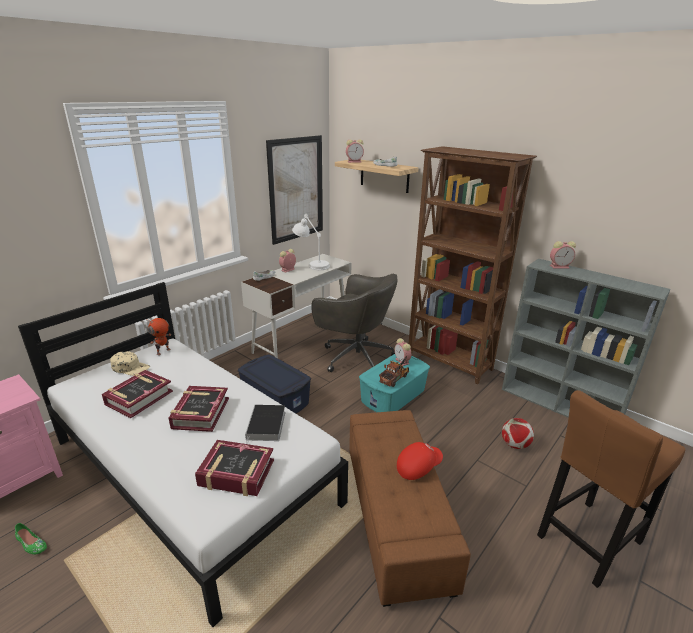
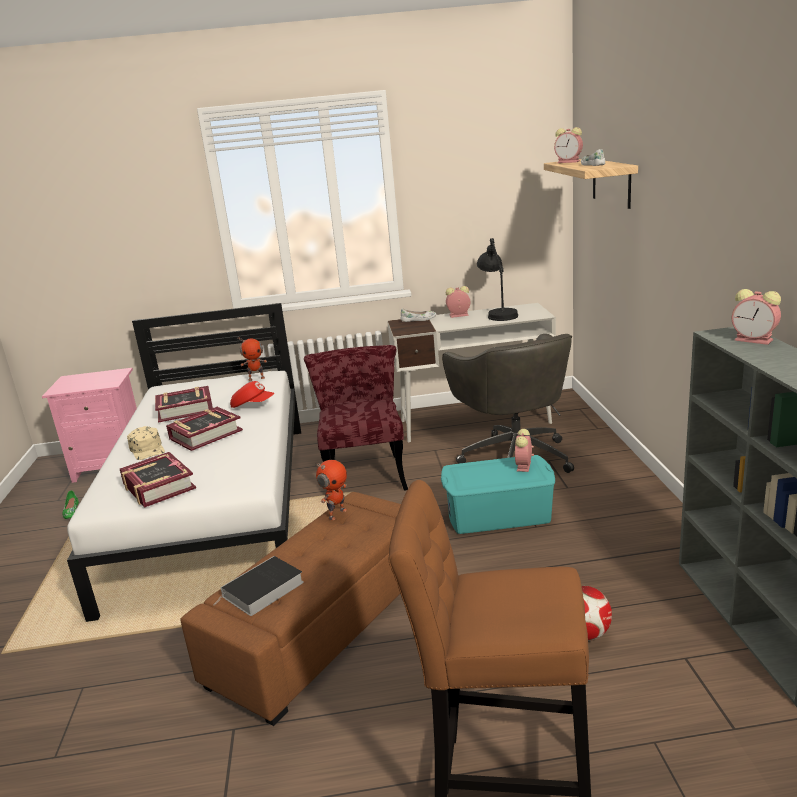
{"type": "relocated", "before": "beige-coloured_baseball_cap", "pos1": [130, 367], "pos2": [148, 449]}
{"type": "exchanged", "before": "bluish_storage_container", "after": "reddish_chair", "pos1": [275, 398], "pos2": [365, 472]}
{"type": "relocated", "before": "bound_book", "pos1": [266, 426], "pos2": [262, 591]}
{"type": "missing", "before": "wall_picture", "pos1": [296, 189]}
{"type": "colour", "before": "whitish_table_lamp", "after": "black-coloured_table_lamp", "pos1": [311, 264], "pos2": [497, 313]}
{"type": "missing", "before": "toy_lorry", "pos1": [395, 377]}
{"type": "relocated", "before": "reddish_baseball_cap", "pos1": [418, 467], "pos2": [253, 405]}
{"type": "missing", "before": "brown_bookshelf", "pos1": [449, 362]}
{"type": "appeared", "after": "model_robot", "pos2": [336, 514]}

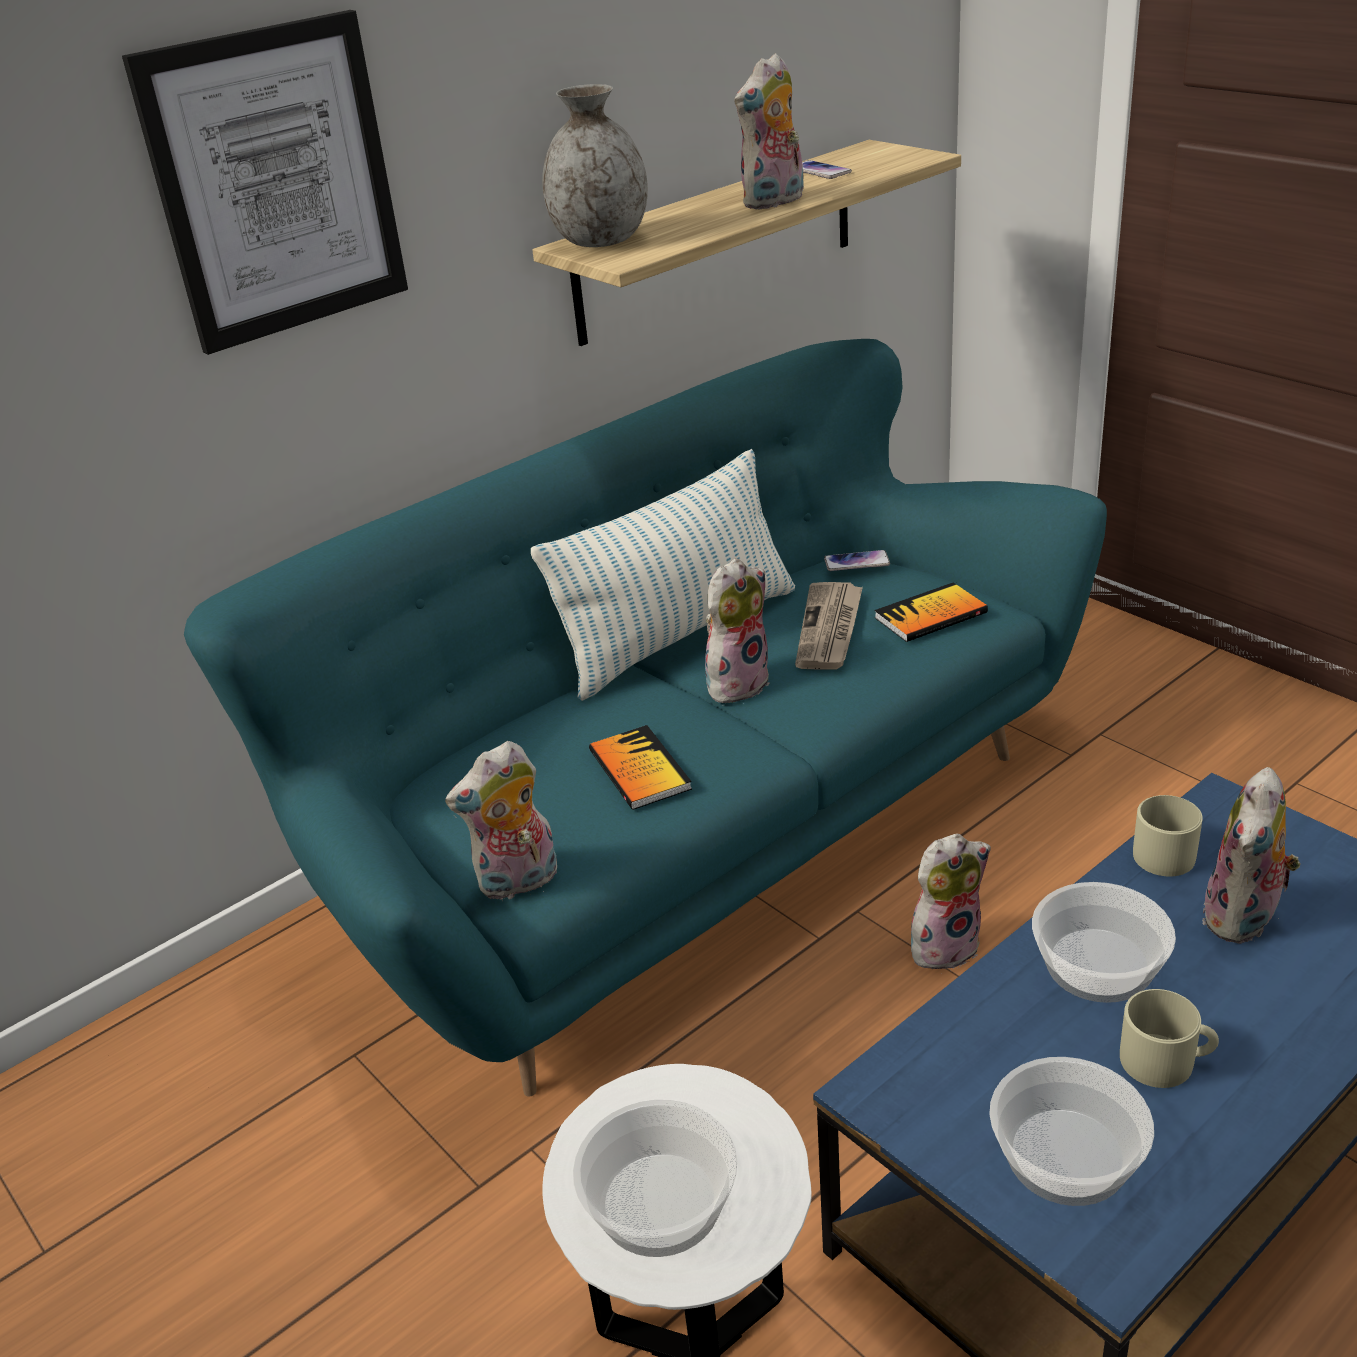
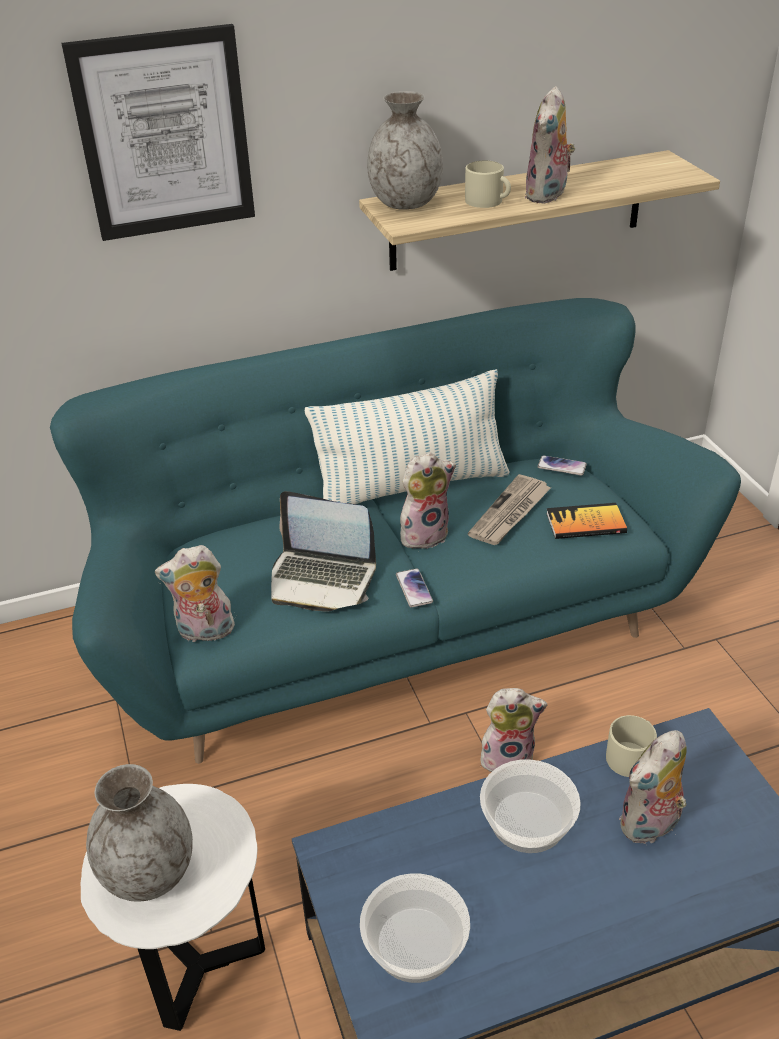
{"type": "exchanged", "before": "bowl", "after": "greyish_vase", "pos1": [661, 1204], "pos2": [149, 874]}
{"type": "exchanged", "before": "bound_book", "after": "notebook_computer", "pos1": [639, 770], "pos2": [322, 579]}
{"type": "spun", "before": "cuddly_toy", "pos1": [774, 202], "pos2": [548, 195], "turn": -45}
{"type": "relocated", "before": "handset", "pos1": [819, 171], "pos2": [414, 588]}
{"type": "relocated", "before": "beige-coloured_tea_mug", "pos1": [1166, 1061], "pos2": [488, 201]}

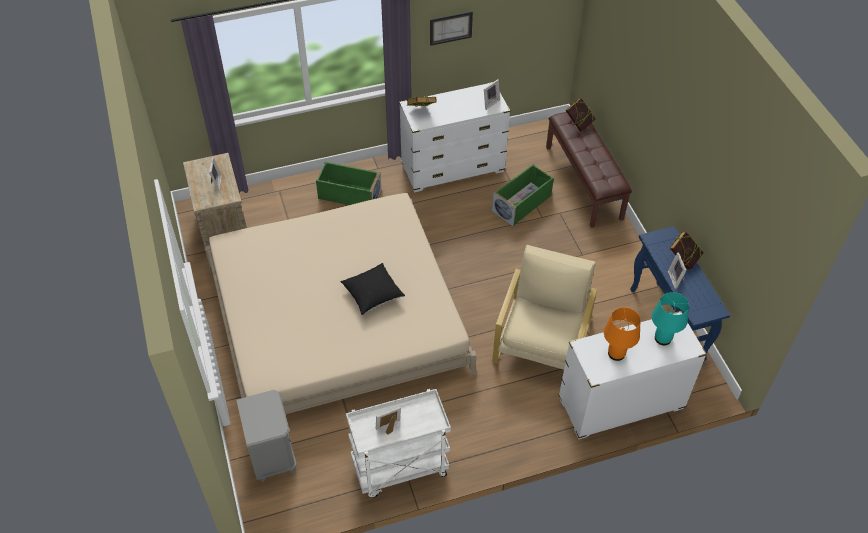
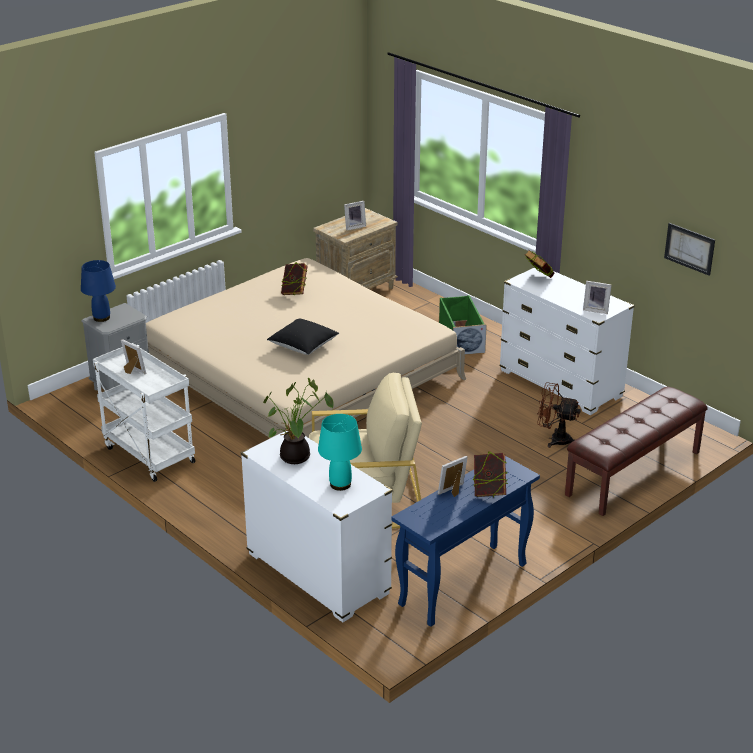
{"type": "relocated", "before": "wall_picture", "pos1": [450, 28], "pos2": [689, 248]}
{"type": "exchanged", "before": "green-coloured_storage_container", "after": "brown_cooling_fan", "pos1": [522, 203], "pos2": [554, 439]}
{"type": "relocated", "before": "bound_book", "pos1": [579, 124], "pos2": [294, 292]}
{"type": "exchanged", "before": "orange-coloured_table_lamp", "after": "potted_plant", "pos1": [616, 353], "pos2": [296, 458]}
{"type": "appeared", "after": "bluish_table_lamp", "pos2": [102, 318]}

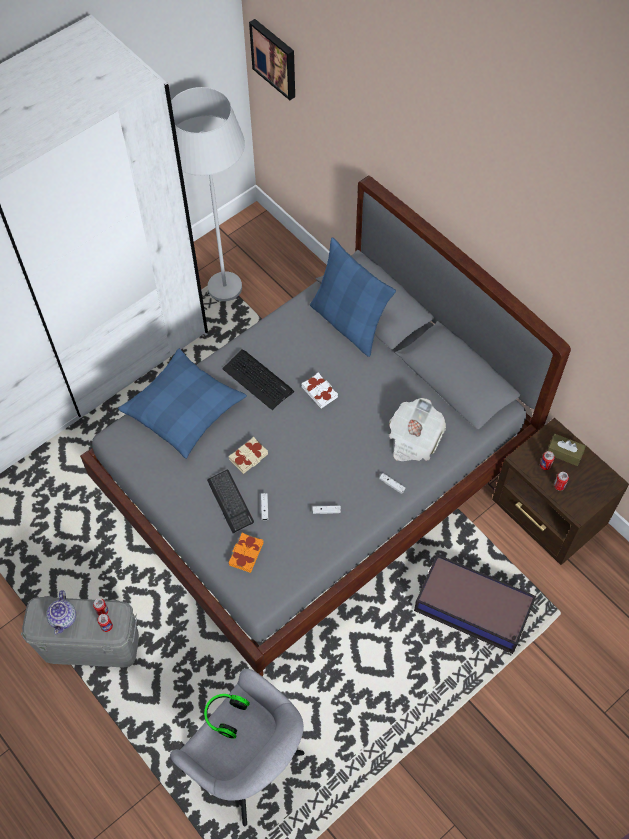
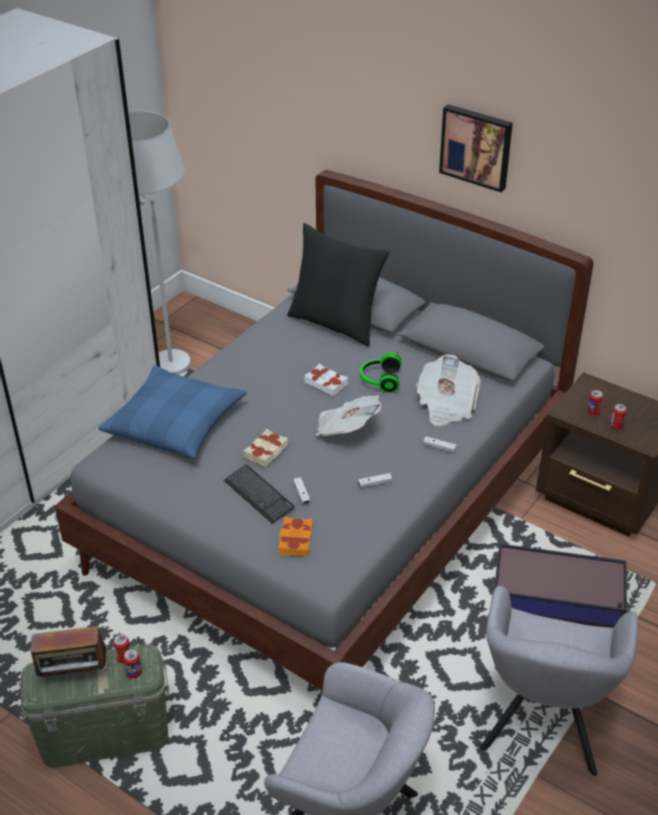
{"type": "colour", "before": "greyish_storage_container", "after": "green-coloured_storage_container", "pos1": [91, 645], "pos2": [105, 735]}
{"type": "exchanged", "before": "tea_pot", "after": "radio_set", "pos1": [63, 618], "pos2": [74, 675]}
{"type": "relocated", "before": "headset", "pos1": [225, 716], "pos2": [380, 380]}
{"type": "missing", "before": "PC_keyboard", "pos1": [258, 379]}
{"type": "relocated", "before": "wall_picture", "pos1": [275, 58], "pos2": [476, 146]}
{"type": "colour", "before": "bluish_pillow", "after": "black-coloured_pillow", "pos1": [348, 323], "pos2": [335, 323]}
{"type": "missing", "before": "brown_box_of_tissues", "pos1": [564, 453]}
{"type": "appeared", "after": "daily_paper", "pos2": [346, 429]}
{"type": "appeared", "after": "greyish_lounge_chair", "pos2": [542, 725]}

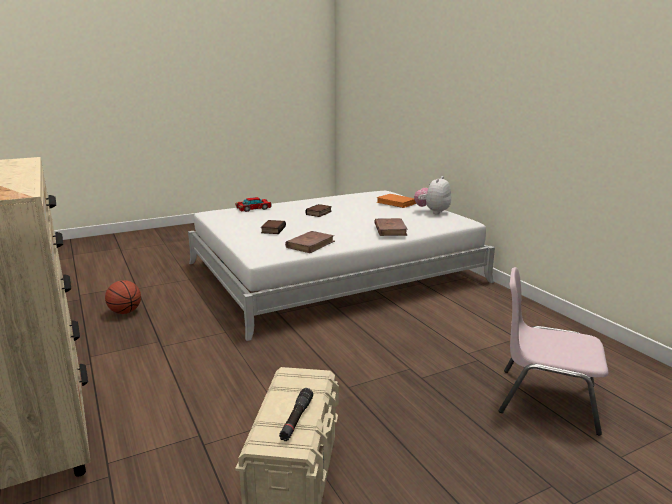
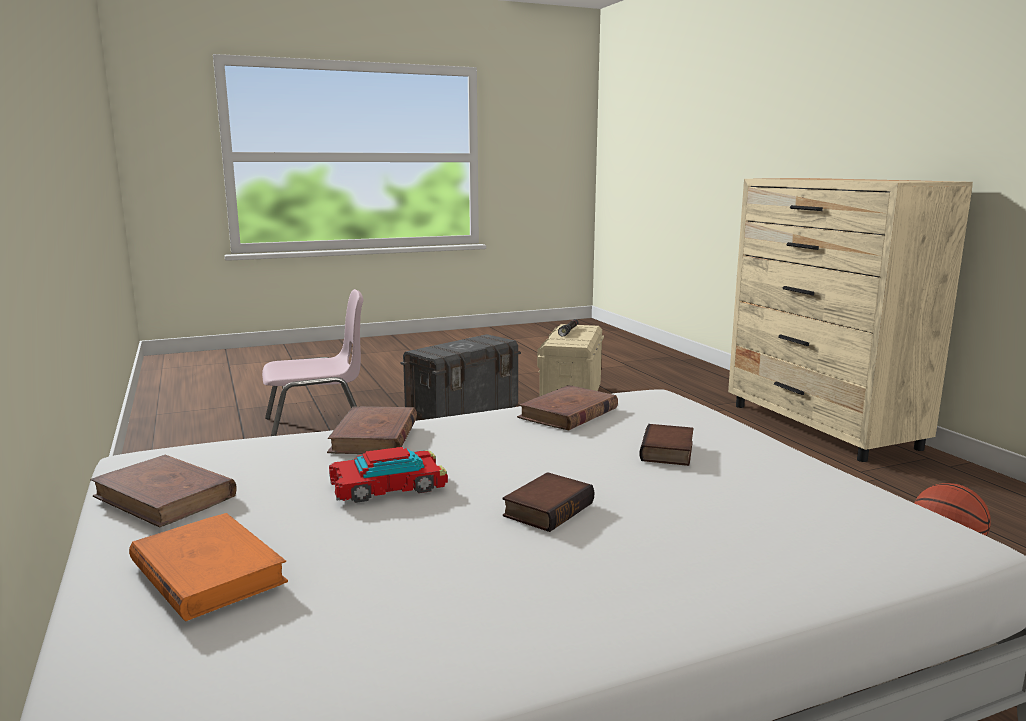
{"type": "relocated", "before": "toy_car", "pos1": [253, 208], "pos2": [387, 485]}
{"type": "exchanged", "before": "cuddly_toy", "after": "brown_bound_book", "pos1": [432, 212], "pos2": [165, 497]}
{"type": "spun", "before": "pink-coloured_chair", "pos1": [545, 398], "pos2": [317, 427], "turn": -45}
{"type": "appeared", "after": "greyish_storage_container", "pos2": [463, 413]}

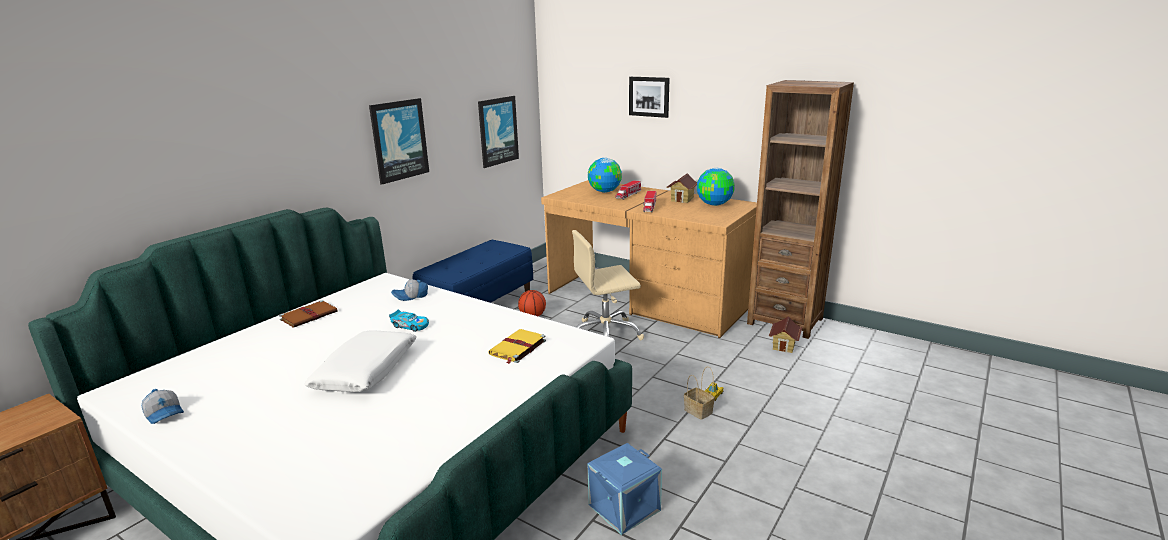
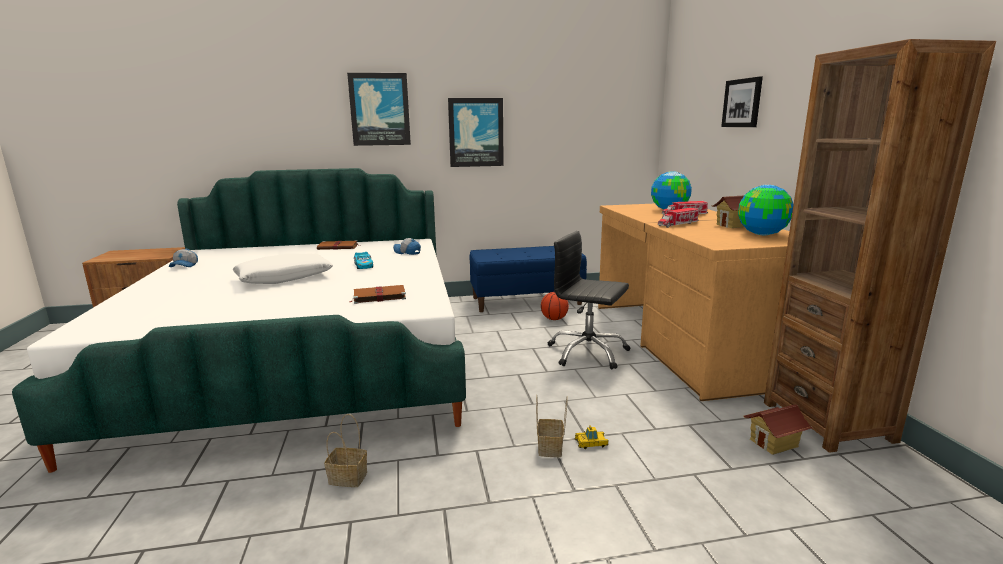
{"type": "relocated", "before": "wall_picture", "pos1": [497, 131], "pos2": [379, 109]}
{"type": "colour", "before": "yellow-coloured_bound_book", "after": "brown_bound_book", "pos1": [517, 348], "pos2": [378, 296]}
{"type": "colour", "before": "beige-coloured_computer_chair", "after": "black-coloured_computer_chair", "pos1": [605, 334], "pos2": [587, 352]}
{"type": "exchanged", "before": "bluish_storage_container", "after": "storage_basket", "pos1": [624, 508], "pos2": [346, 478]}

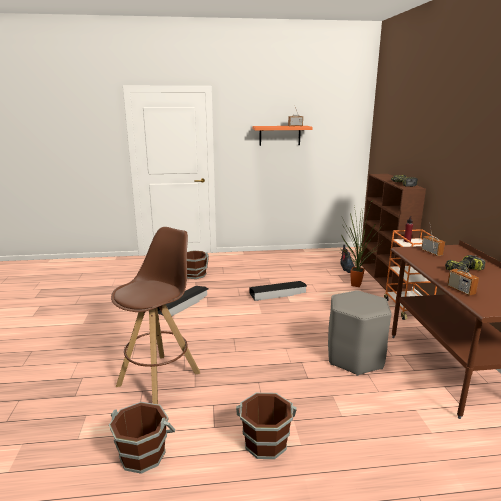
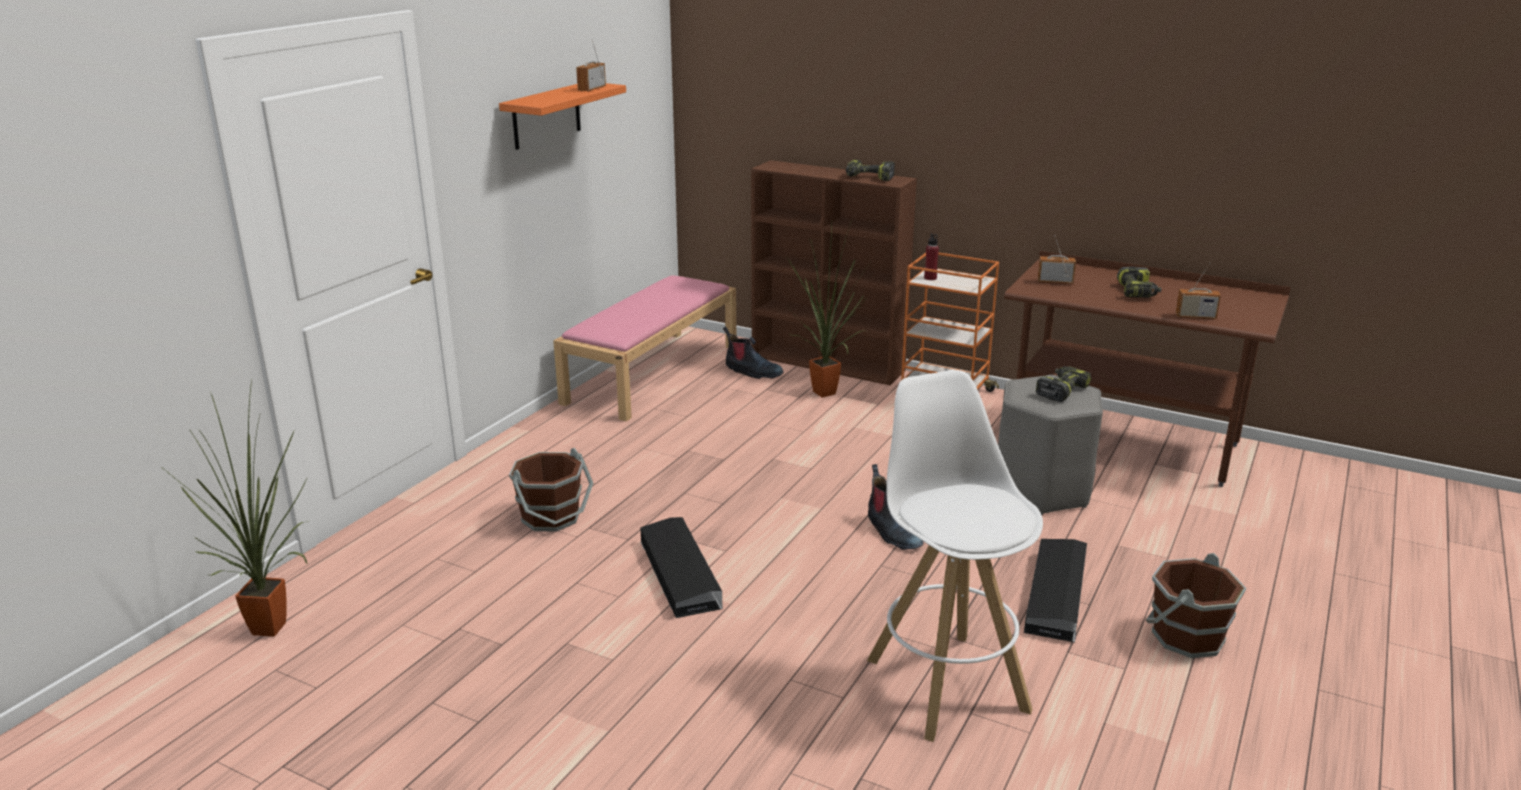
{"type": "missing", "before": "brown_water_bucket", "pos1": [142, 454]}
{"type": "colour", "before": "brown_sitting_stool", "after": "whitish_sitting_stool", "pos1": [160, 378], "pos2": [946, 682]}
{"type": "relocated", "before": "black-coloured_storage_container", "pos1": [278, 293], "pos2": [1056, 595]}
{"type": "appeared", "after": "potted_plant", "pos2": [274, 630]}
{"type": "appeared", "after": "pink-coloured_bench", "pos2": [652, 373]}
{"type": "appeared", "after": "tall_boot", "pos2": [892, 532]}
{"type": "appeared", "after": "drill", "pos2": [1061, 391]}

